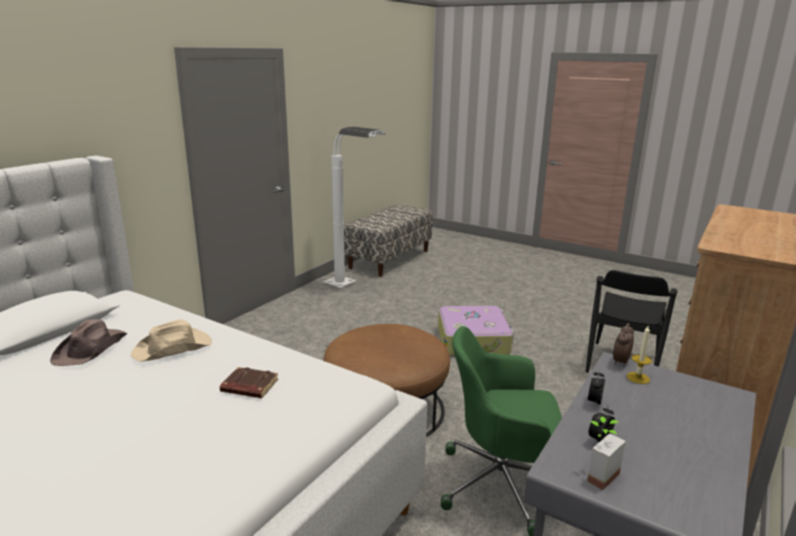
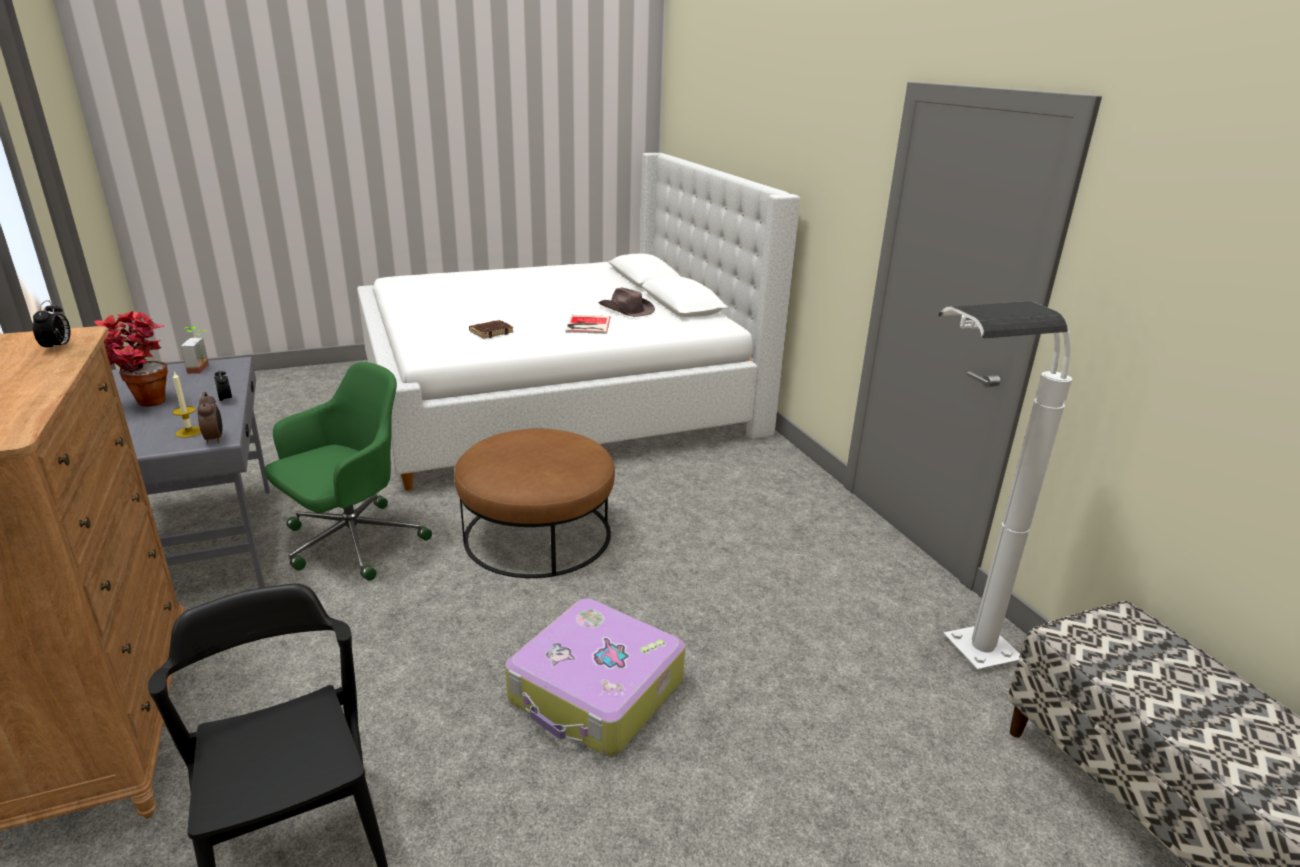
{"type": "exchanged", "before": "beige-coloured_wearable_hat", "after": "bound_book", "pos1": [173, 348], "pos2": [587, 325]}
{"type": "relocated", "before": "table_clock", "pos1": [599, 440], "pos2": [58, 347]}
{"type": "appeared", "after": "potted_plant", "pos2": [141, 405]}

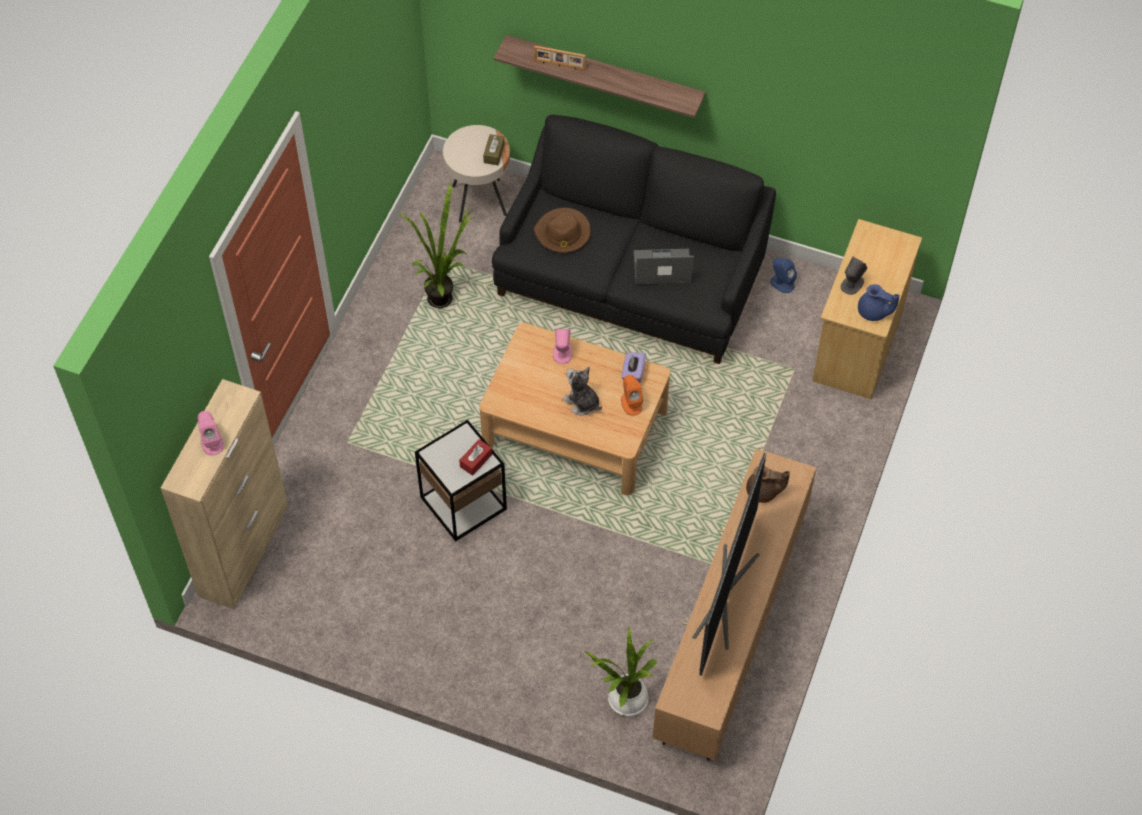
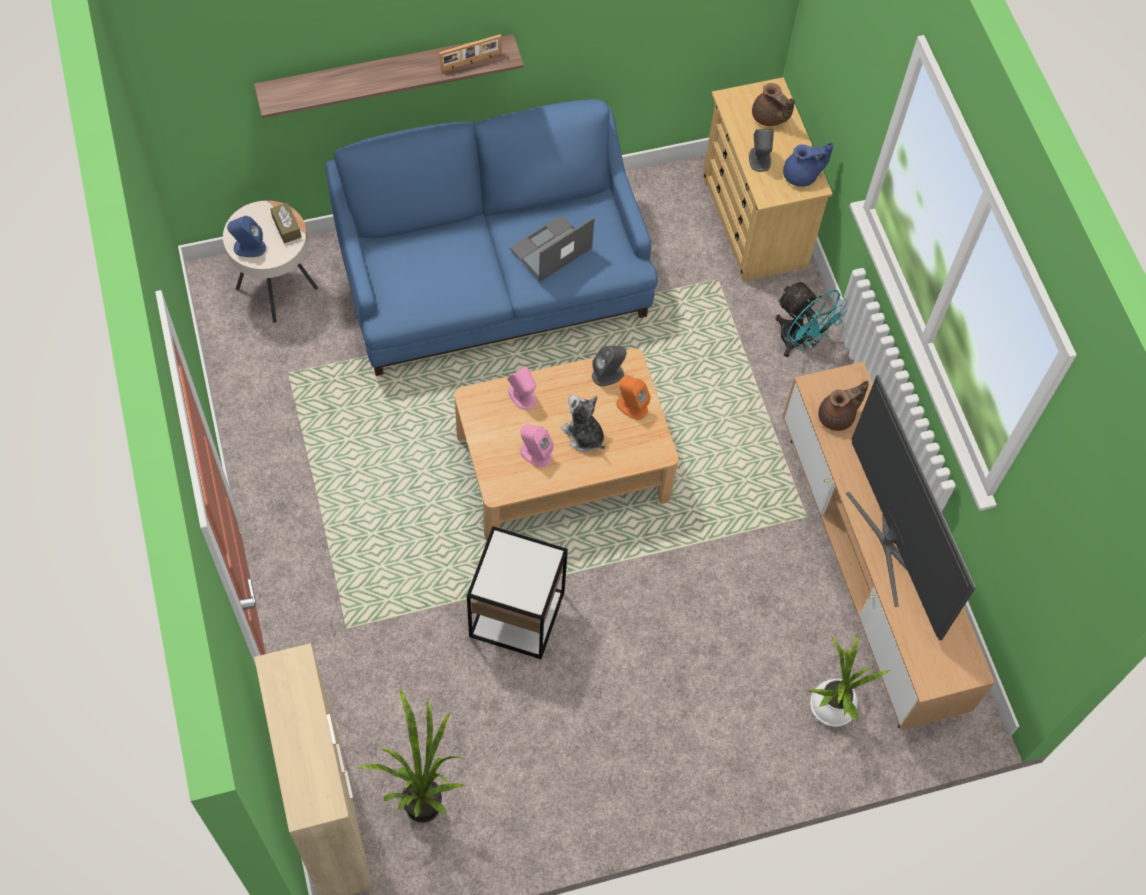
{"type": "relocated", "before": "pink-coloured_loudspeaker", "pos1": [212, 442], "pos2": [535, 453]}
{"type": "relocated", "before": "potted_plant", "pos1": [445, 296], "pos2": [425, 798]}
{"type": "missing", "before": "reddish_box_of_tissues", "pos1": [476, 460]}
{"type": "colour", "before": "black-coloured_sofa", "after": "bluish_sofa", "pos1": [632, 277], "pos2": [494, 279]}
{"type": "relocated", "before": "photo_frame", "pos1": [559, 66], "pos2": [471, 62]}
{"type": "missing", "before": "brown_wearable_hat", "pos1": [563, 233]}
{"type": "spun", "before": "cuddly_toy", "pos1": [582, 402], "pos2": [584, 435], "turn": 45}
{"type": "exchanged", "before": "purple_box_of_tissues", "after": "greyish_loudspeaker", "pos1": [633, 373], "pos2": [608, 374]}
{"type": "relocated", "before": "bluish_loudspeaker", "pos1": [782, 283], "pos2": [249, 247]}
{"type": "appeared", "after": "brown_tea_pot", "pos2": [769, 117]}
{"type": "appeared", "after": "turquoise-coloured_cooling_fan", "pos2": [799, 341]}

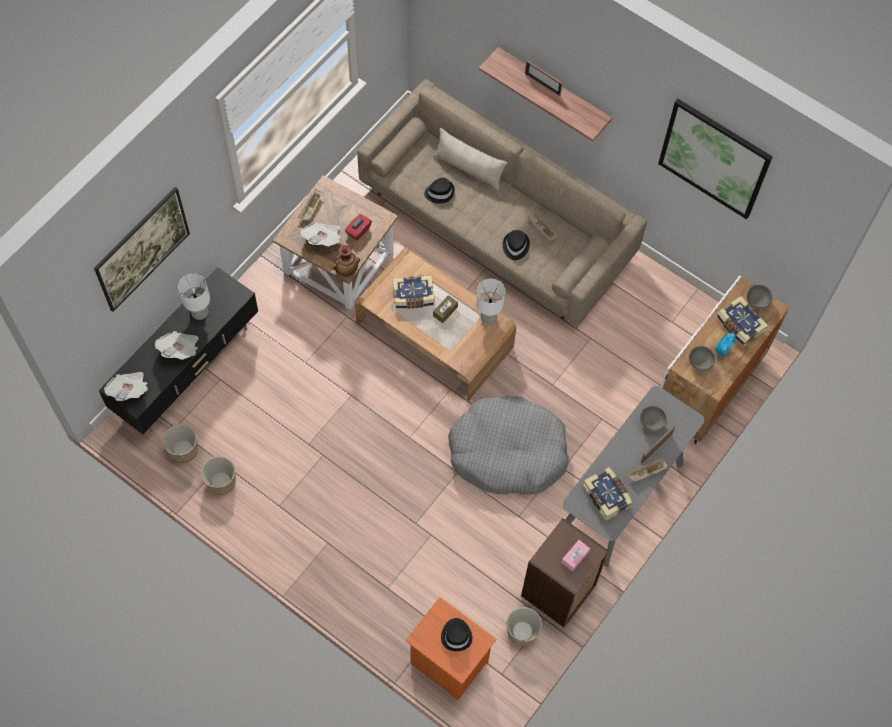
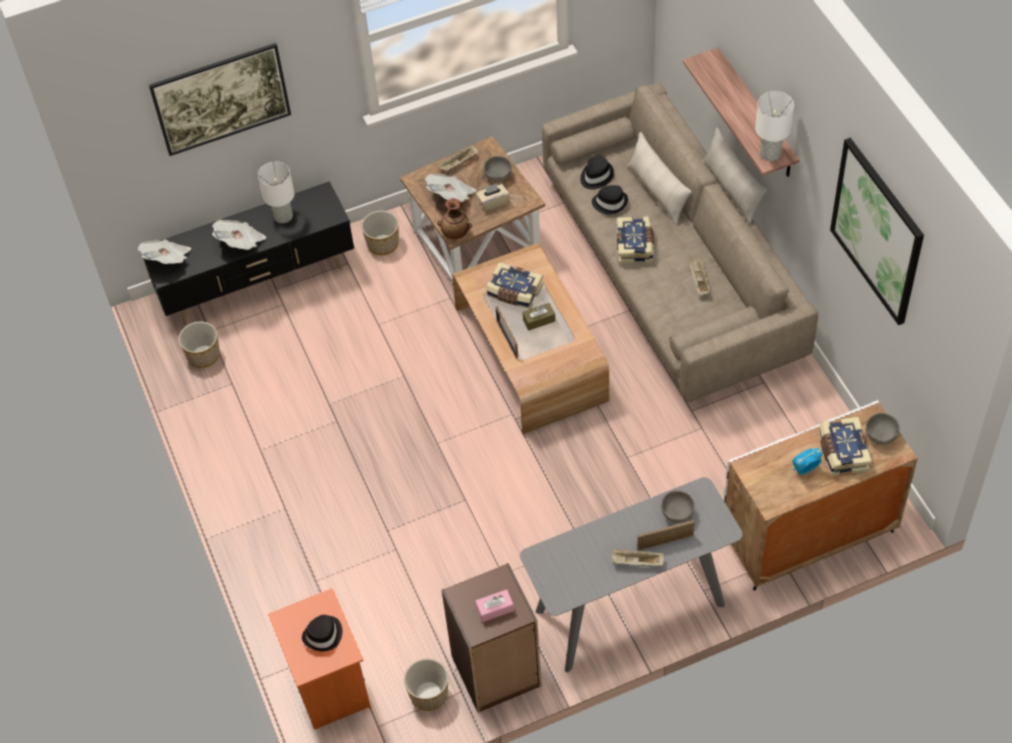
{"type": "relocated", "before": "flower_pot", "pos1": [221, 481], "pos2": [382, 243]}
{"type": "colour", "before": "reddish_box_of_tissues", "after": "beige-coloured_box_of_tissues", "pos1": [358, 231], "pos2": [493, 202]}
{"type": "missing", "before": "greyish_pet_bed", "pos1": [507, 452]}
{"type": "relocated", "before": "whitish_table_lamp", "pos1": [489, 316], "pos2": [771, 153]}
{"type": "relocated", "before": "black-coloured_wearable_hat", "pos1": [515, 246], "pos2": [596, 176]}
{"type": "relocated", "before": "photo_frame", "pos1": [542, 84], "pos2": [507, 339]}
{"type": "relocated", "before": "bound_book", "pos1": [607, 496], "pos2": [635, 246]}
{"type": "relocated", "before": "greyish_bowl", "pos1": [699, 363], "pos2": [497, 176]}
{"type": "appeared", "after": "beige-coloured_pillow", "pos2": [731, 190]}

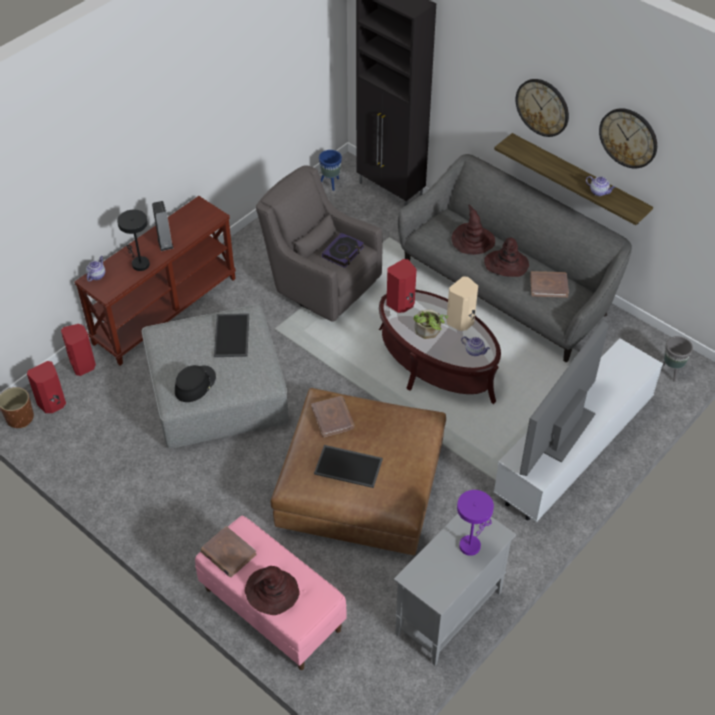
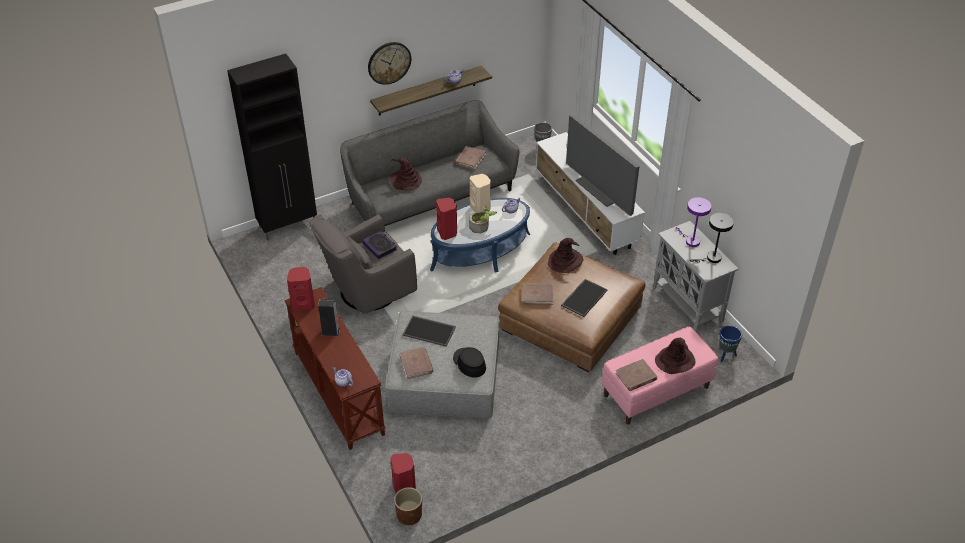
{"type": "relocated", "before": "reddish_loudspeaker", "pos1": [83, 365], "pos2": [303, 304]}
{"type": "relocated", "before": "black-coloured_table_lamp", "pos1": [139, 262], "pos2": [711, 258]}
{"type": "relocated", "before": "bluish_flower_pot", "pos1": [330, 183], "pos2": [725, 355]}
{"type": "colour", "before": "brown_coffee_table", "after": "bluish_coffee_table", "pos1": [435, 364], "pos2": [480, 252]}
{"type": "relocated", "before": "brown_wearable_hat", "pos1": [506, 264], "pos2": [565, 261]}
{"type": "missing", "before": "hanging_clock", "pos1": [628, 137]}
{"type": "appeared", "after": "brown_bound_book", "pos2": [416, 364]}

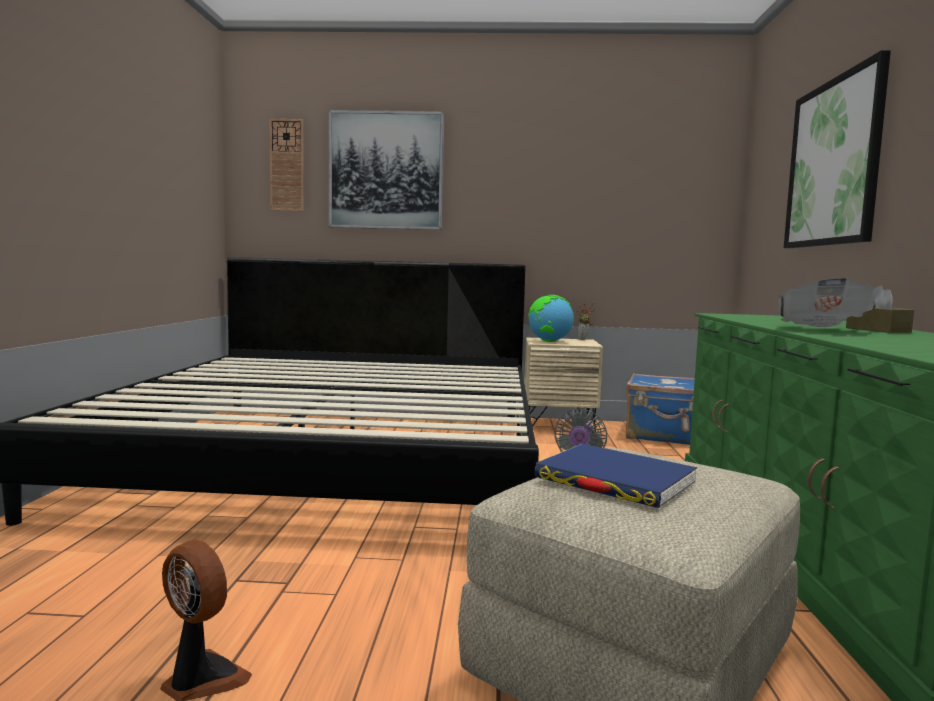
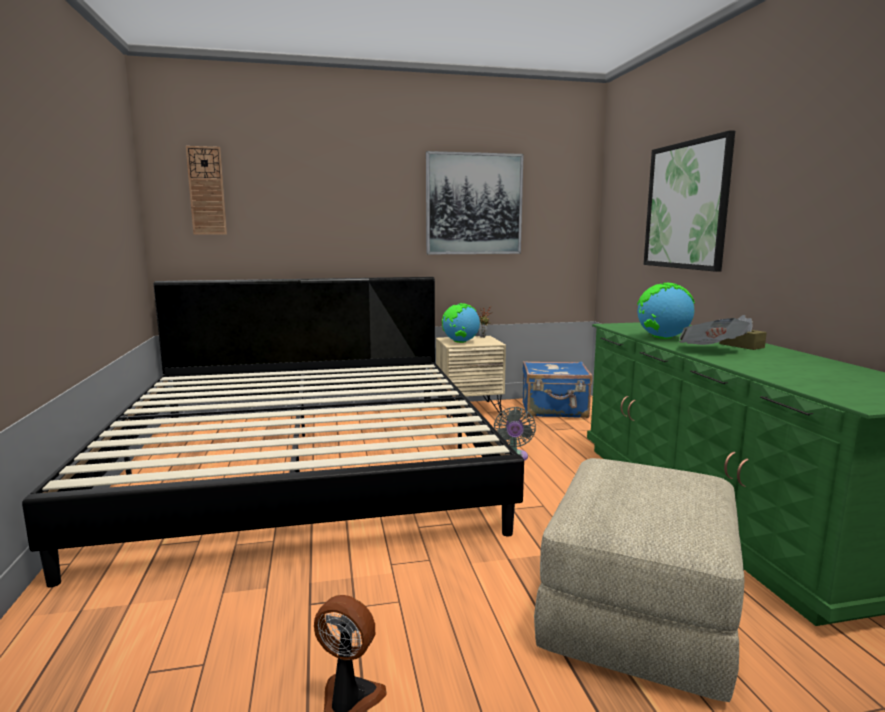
{"type": "relocated", "before": "wall_picture", "pos1": [386, 170], "pos2": [474, 204]}
{"type": "missing", "before": "bluish_bound_book", "pos1": [614, 482]}
{"type": "appeared", "after": "globe", "pos2": [662, 338]}

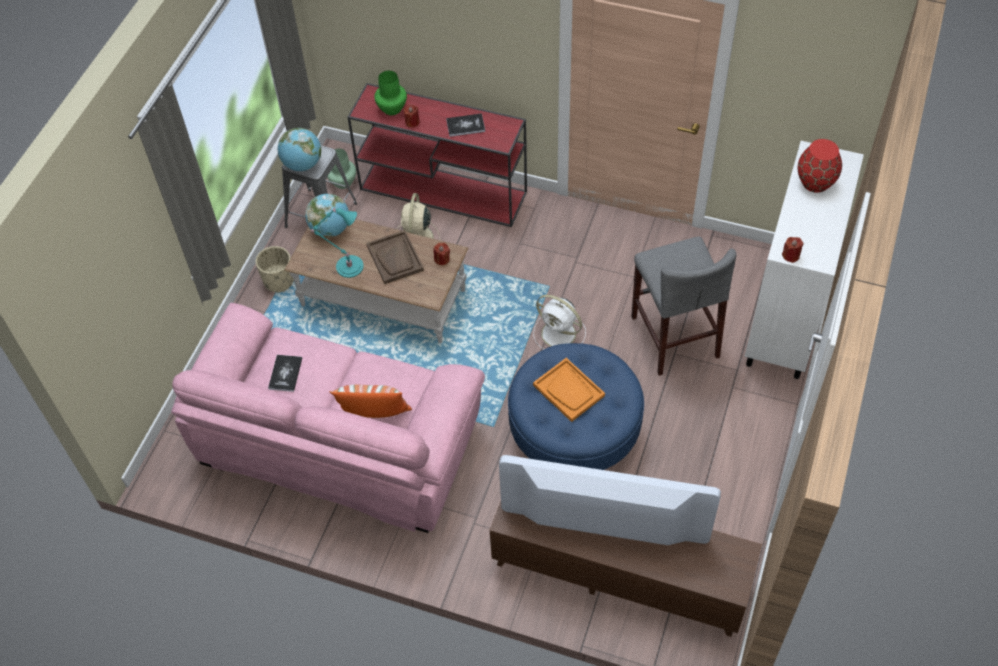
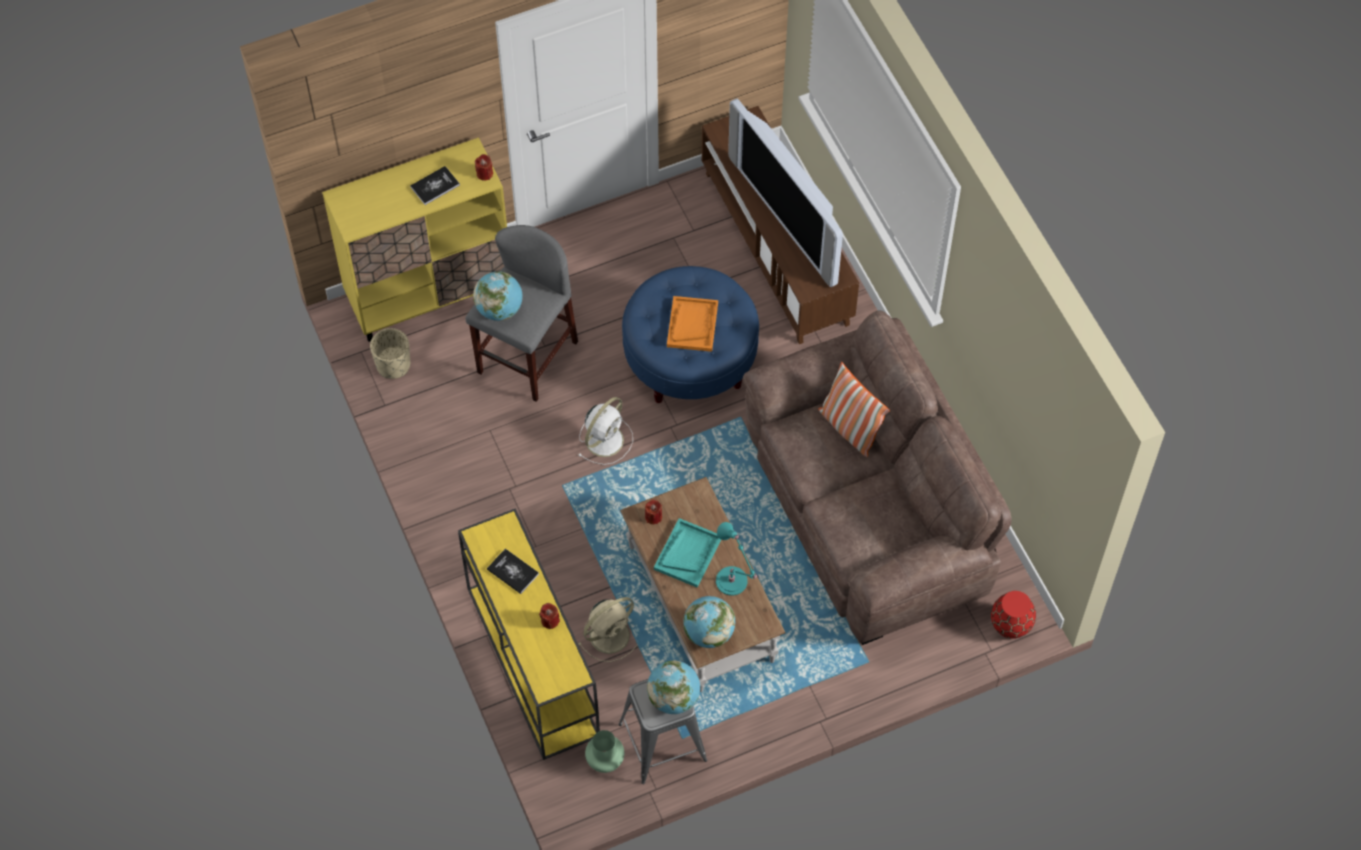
{"type": "colour", "before": "pink-coloured_sofa", "after": "brown_sofa", "pos1": [337, 445], "pos2": [869, 510]}
{"type": "relocated", "before": "beige-coloured_flower_pot", "pos1": [279, 281], "pos2": [393, 365]}
{"type": "relocated", "before": "bound_book", "pos1": [285, 373], "pos2": [435, 186]}
{"type": "colour", "before": "reddish_hall_table", "after": "yellow-coloured_hall_table", "pos1": [445, 191], "pos2": [531, 660]}
{"type": "colour", "before": "brown_serving_tray", "after": "turquoise-coloured_serving_tray", "pos1": [395, 258], "pos2": [688, 553]}
{"type": "missing", "before": "green-coloured_vase", "pos1": [392, 109]}
{"type": "spun", "before": "whitish_cooling_fan", "pos1": [560, 334], "pos2": [605, 439], "turn": 45}
{"type": "colour", "before": "whitish_storage_cabinet", "after": "yellow-coloured_storage_cabinet", "pos1": [786, 317], "pos2": [430, 295]}
{"type": "relocated", "before": "reddish_vase", "pos1": [815, 182], "pos2": [1009, 626]}
{"type": "appeared", "after": "globe", "pos2": [499, 309]}

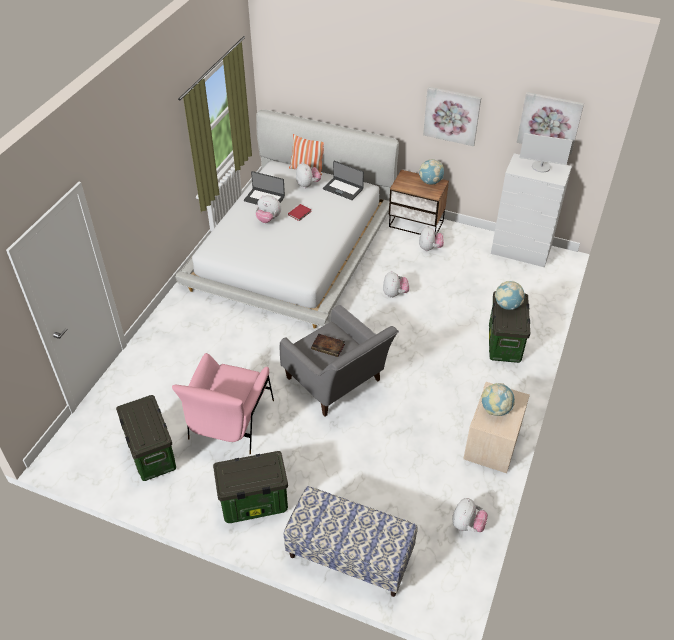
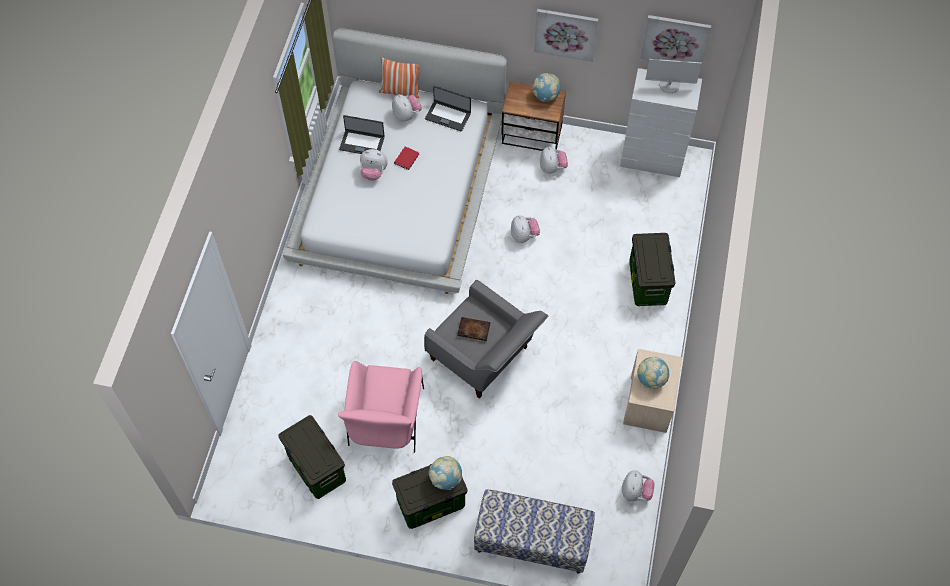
{"type": "relocated", "before": "globe", "pos1": [507, 305], "pos2": [446, 479]}

